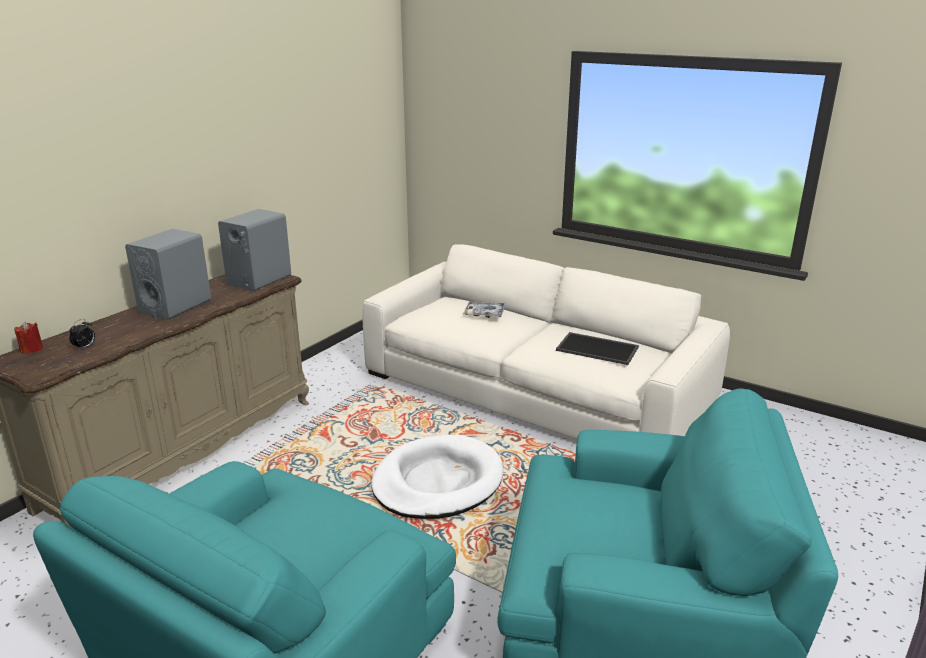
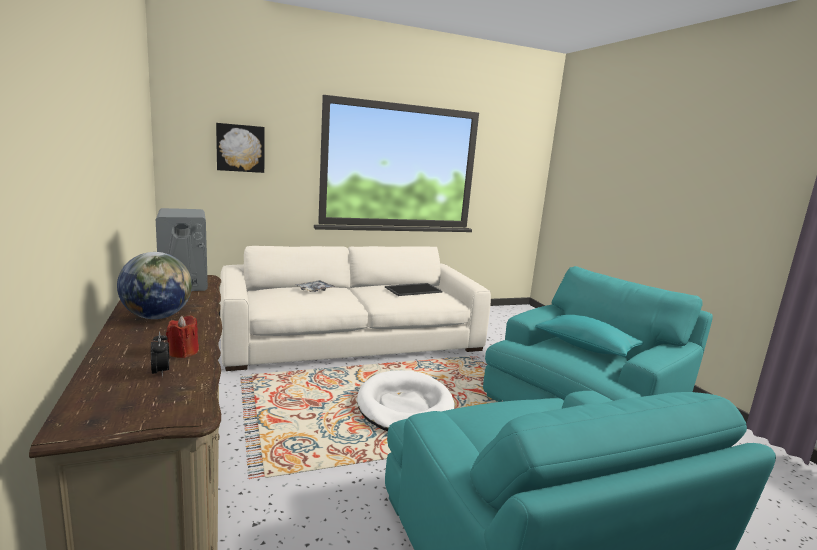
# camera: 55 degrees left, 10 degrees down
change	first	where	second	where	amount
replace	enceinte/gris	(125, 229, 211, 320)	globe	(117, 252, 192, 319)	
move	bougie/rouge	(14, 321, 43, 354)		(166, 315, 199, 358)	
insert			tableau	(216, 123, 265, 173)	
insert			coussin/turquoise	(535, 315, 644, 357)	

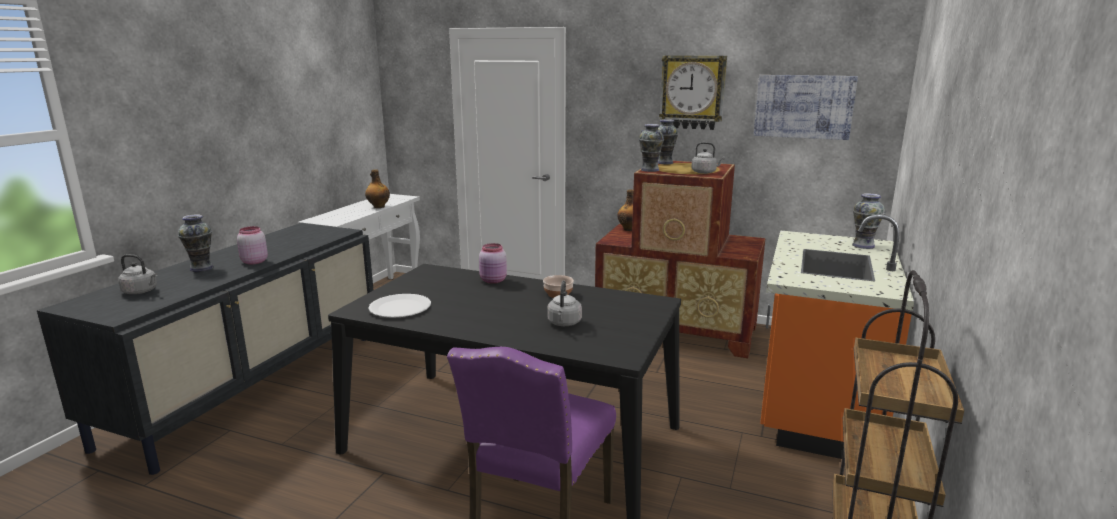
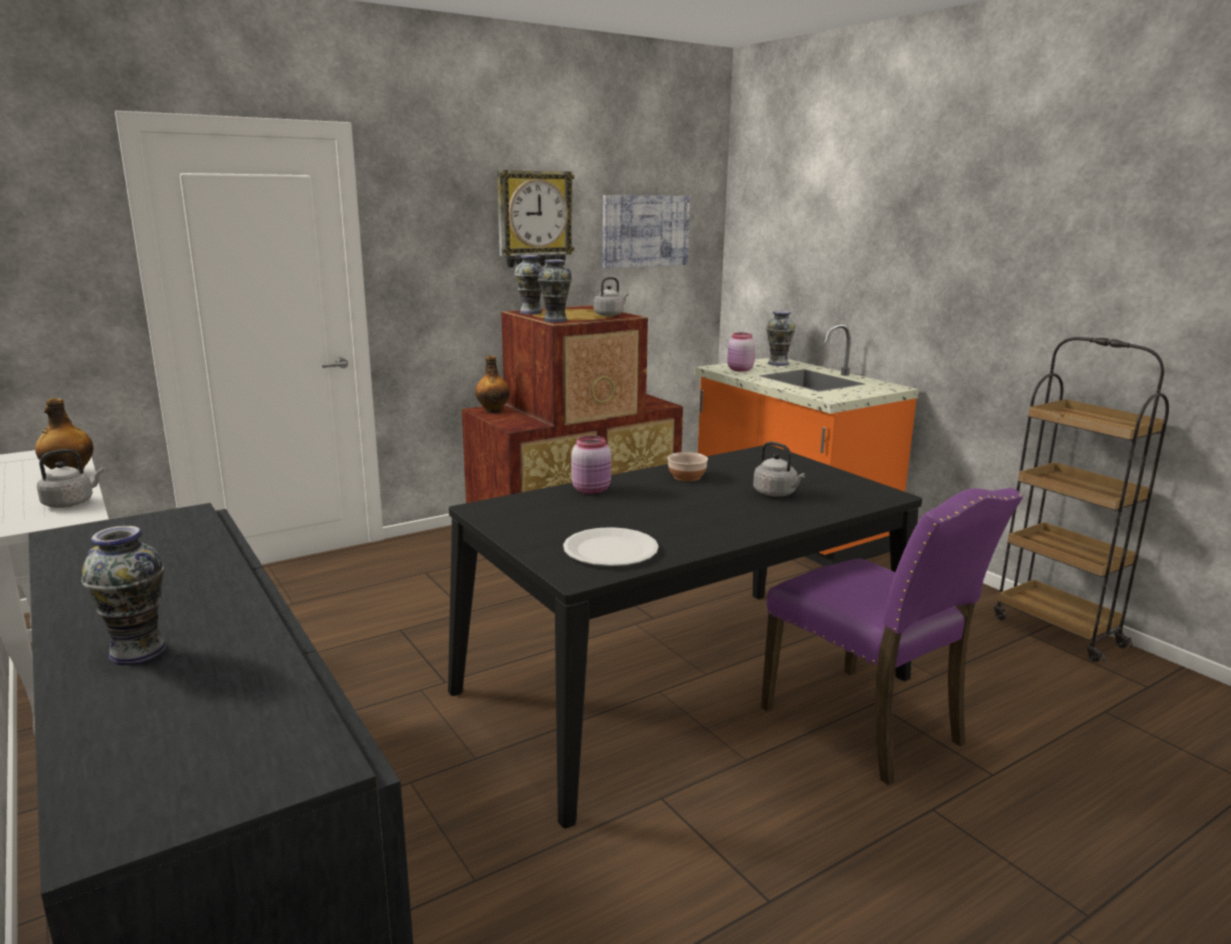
# camera: 55 degrees left, 0 degrees up
change	first	where	second	where	amount
move	bouilloire/gris	(118, 254, 157, 294)		(37, 449, 104, 508)	
move	bocal/rose	(237, 226, 268, 265)		(727, 333, 755, 372)	

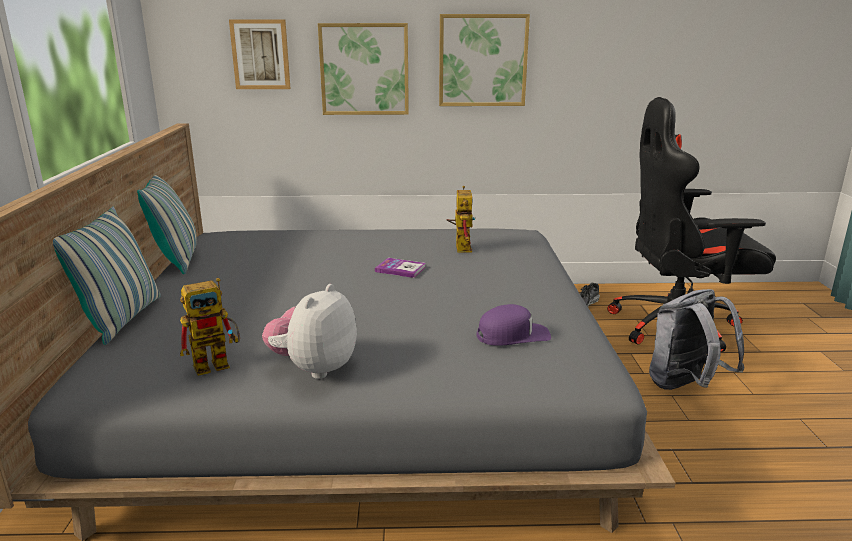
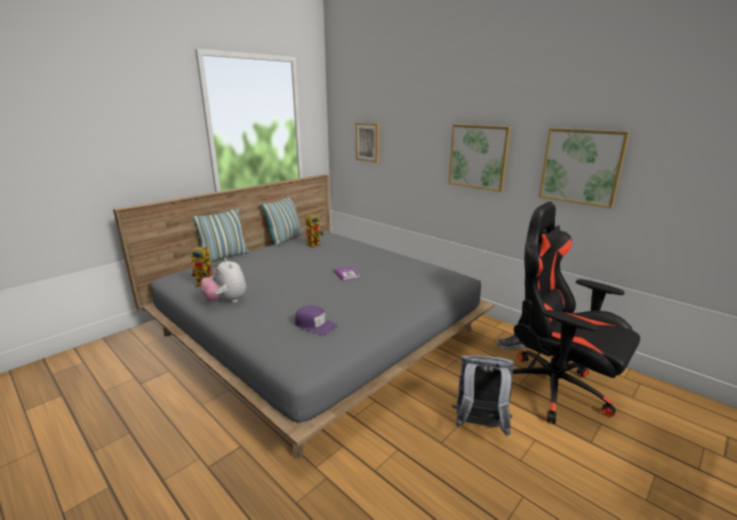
# camera: 45 degrees right, 0 degrees up
change	first	where	second	where	amount
rotate	peluche	(262, 284, 357, 379)		(201, 258, 246, 303)	105 degrees counterclockwise
move	robot jouet	(447, 186, 476, 253)		(306, 212, 324, 248)	
move	tableau	(318, 23, 409, 115)		(538, 128, 630, 209)	

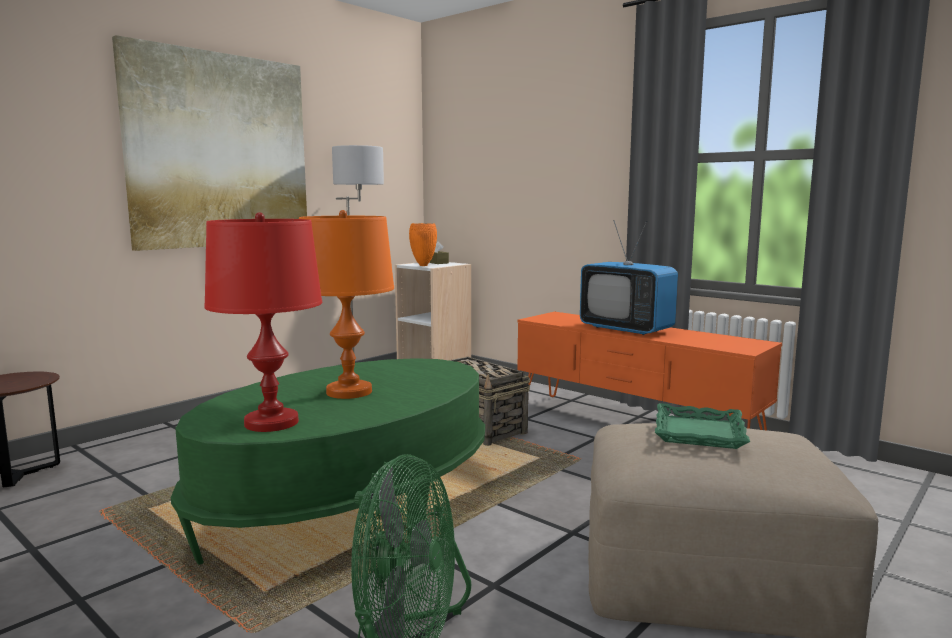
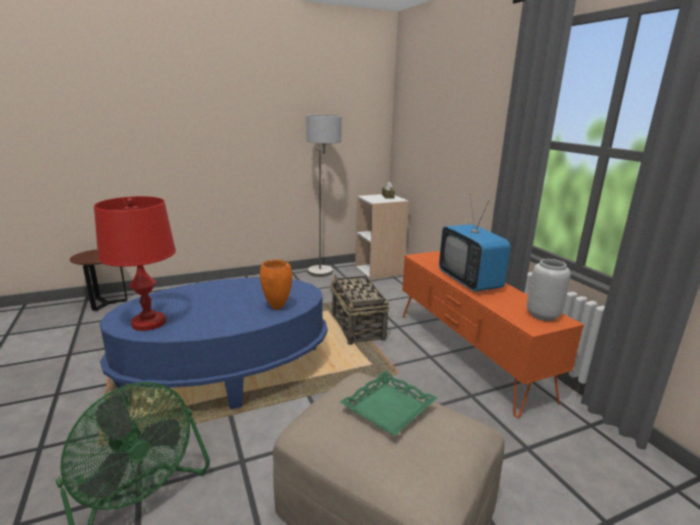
# camera: 25 degrees right, 10 degrees up
change	first	where	second	where	amount
recolor	table basse/vert	(171, 358, 485, 565)	table basse/bleu	(100, 277, 328, 409)	
move	vase/orange	(409, 223, 437, 266)		(260, 259, 292, 310)	
insert			vase/gris	(527, 259, 571, 321)	
delete	tableau	(112, 35, 307, 251)			
delete	lampe de table/orange	(299, 210, 394, 399)			

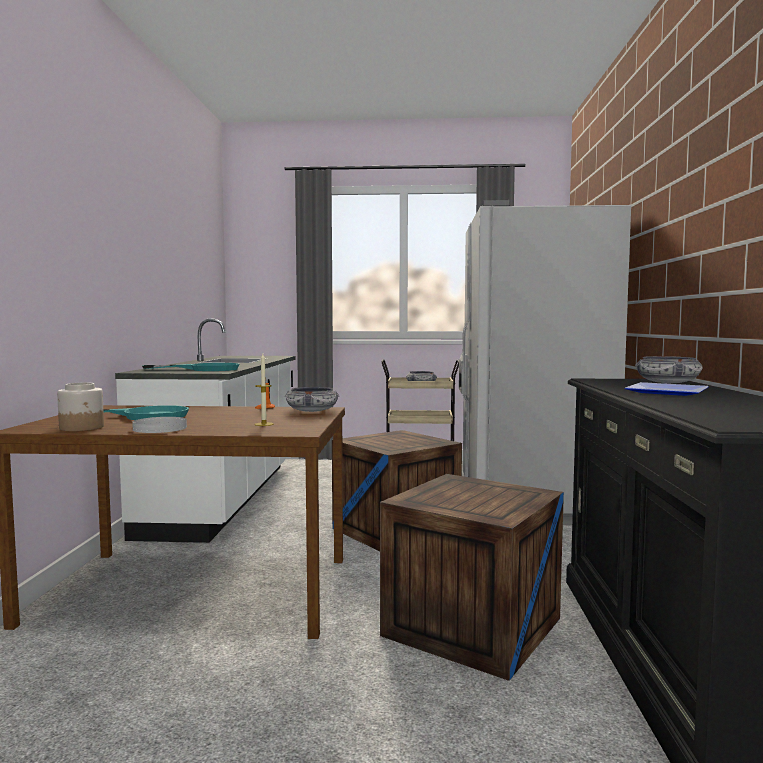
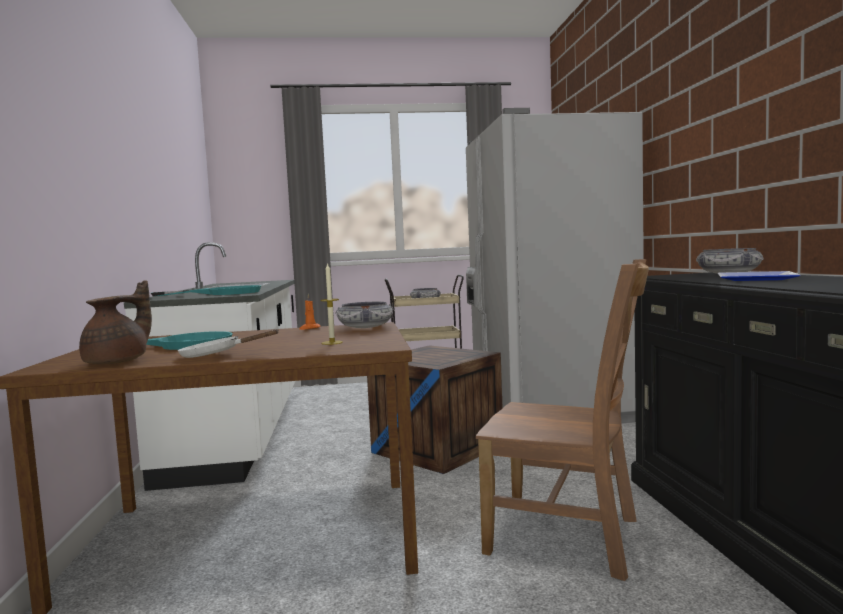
# camera: 10 degrees left, 0 degrees up
change	first	where	second	where	amount
replace	bocal	(57, 383, 104, 431)	théière/marron	(79, 280, 152, 364)	
replace	assiette/blanc	(132, 417, 187, 433)	poêle/blanc	(178, 329, 278, 358)	
replace	caisse	(380, 474, 564, 681)	chaise/marron	(476, 259, 649, 581)	

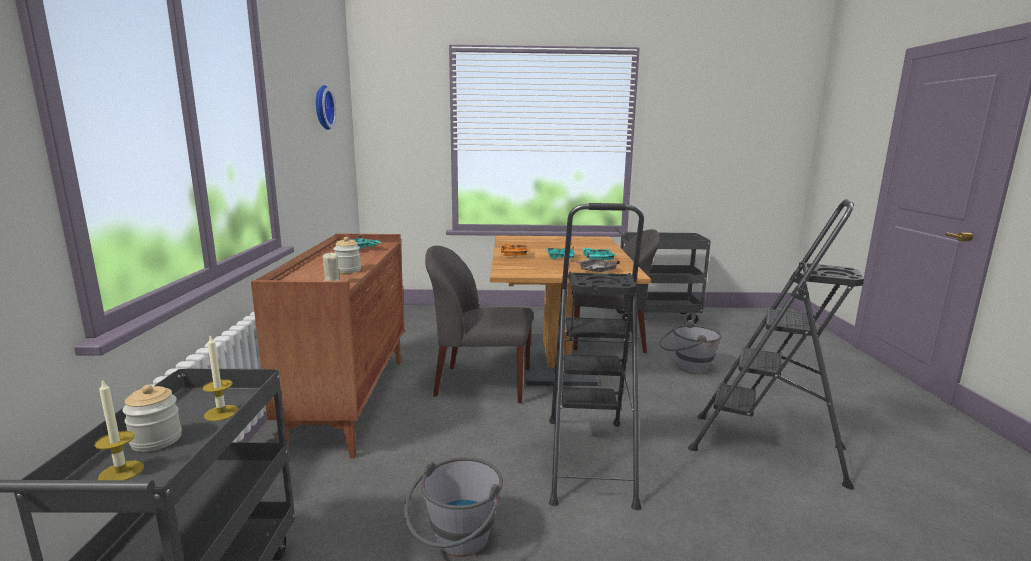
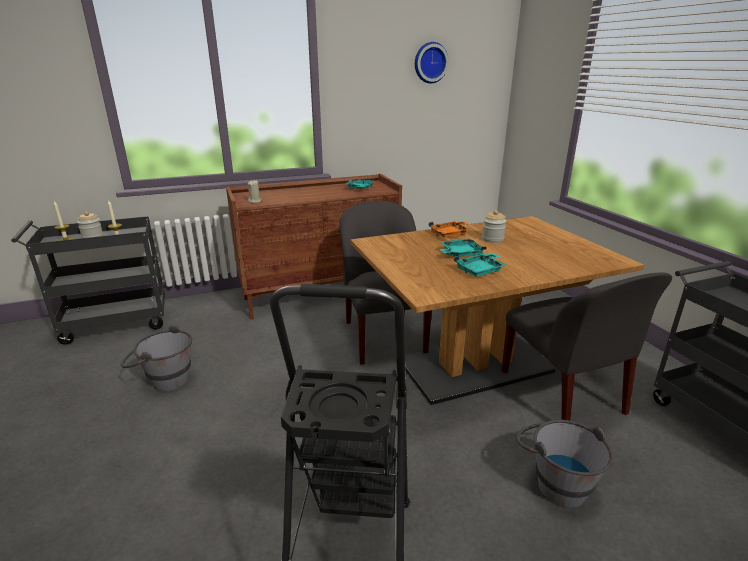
# camera: 70 degrees right, 10 degrees up
change	first	where	second	where	amount
move	bocal	(334, 237, 361, 273)		(482, 210, 506, 243)	
delete	escabeau	(549, 203, 644, 510)			
delete	plateau/gris	(576, 258, 620, 272)			

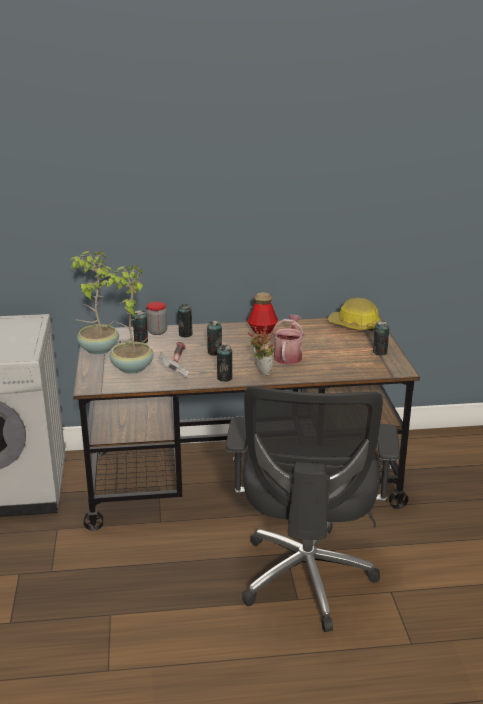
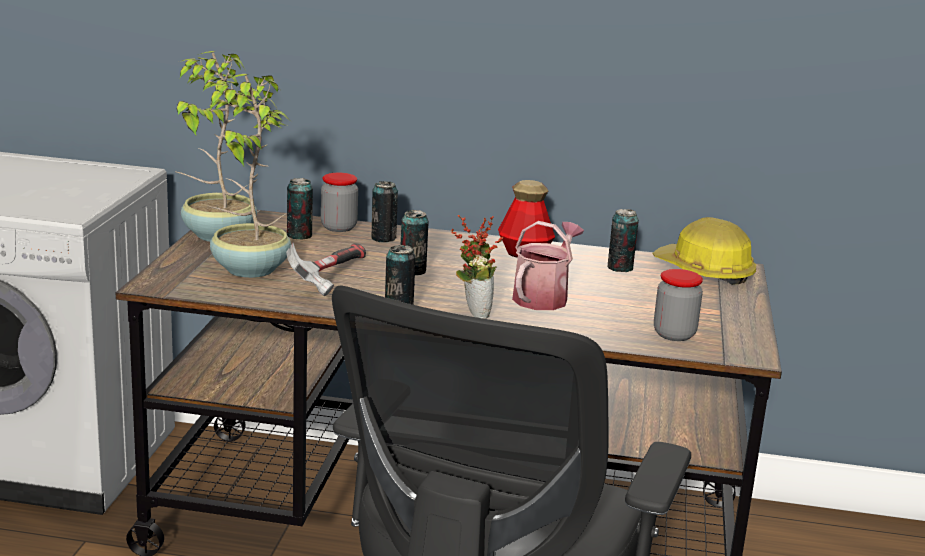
# camera: 15 degrees right, 5 degrees down
change	first	where	second	where	amount
move	boîte métallique	(373, 321, 389, 356)		(607, 209, 639, 272)	
insert			bocal	(654, 269, 703, 341)	

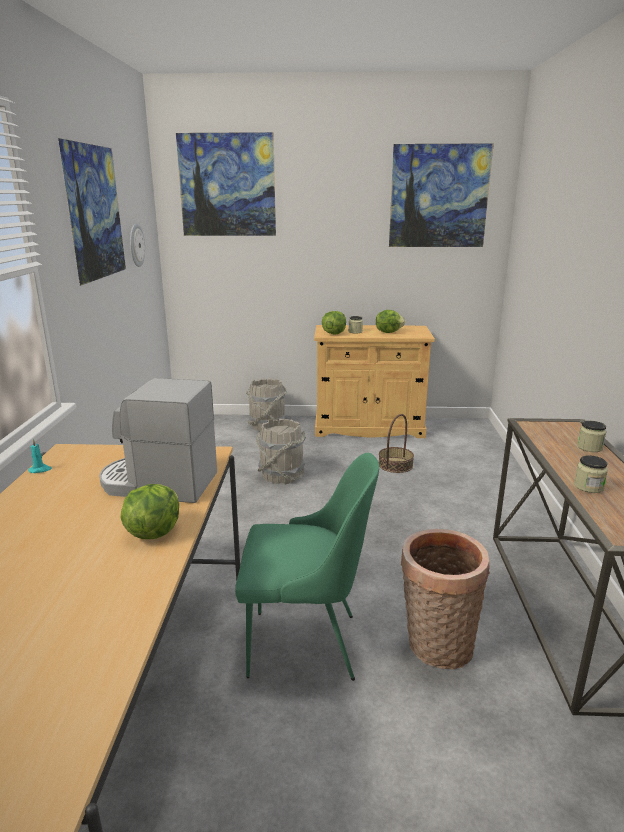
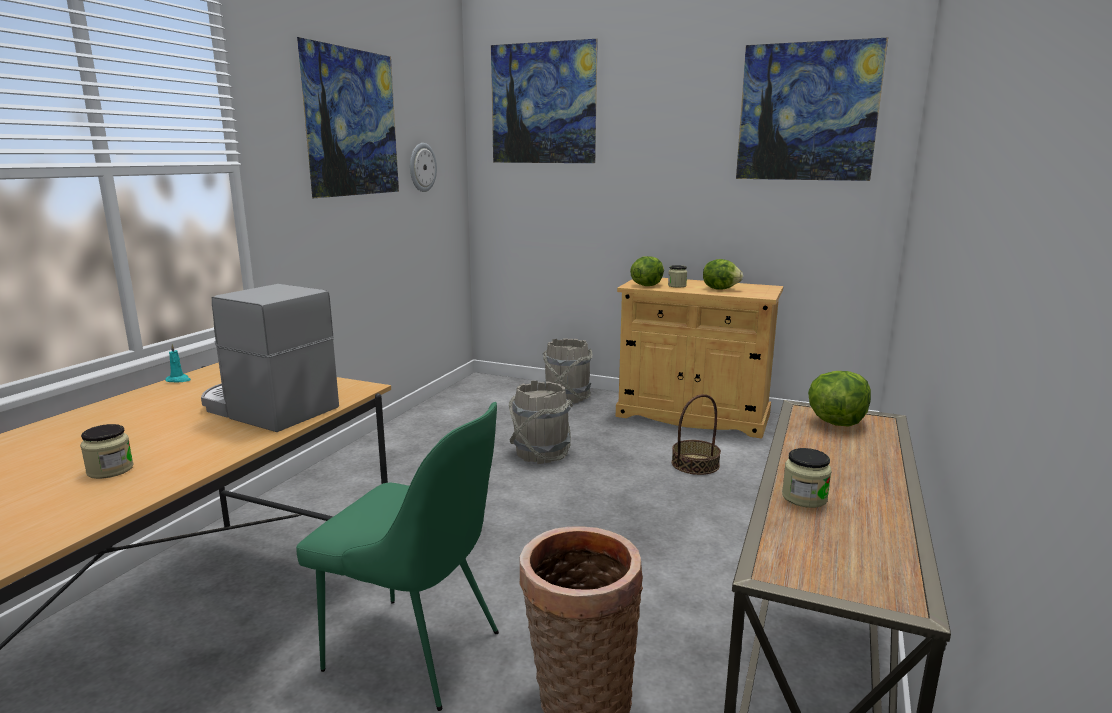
# camera: 20 degrees right, 5 degrees down
change	first	where	second	where	amount
move	bocal	(577, 421, 606, 452)		(80, 424, 134, 479)	
move	laitue	(121, 484, 179, 539)		(808, 371, 871, 427)	

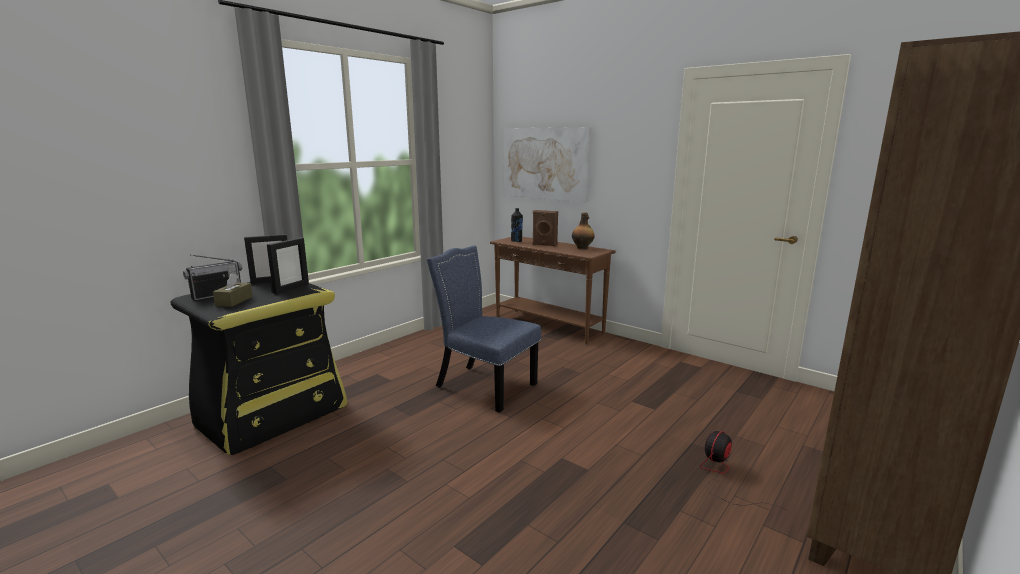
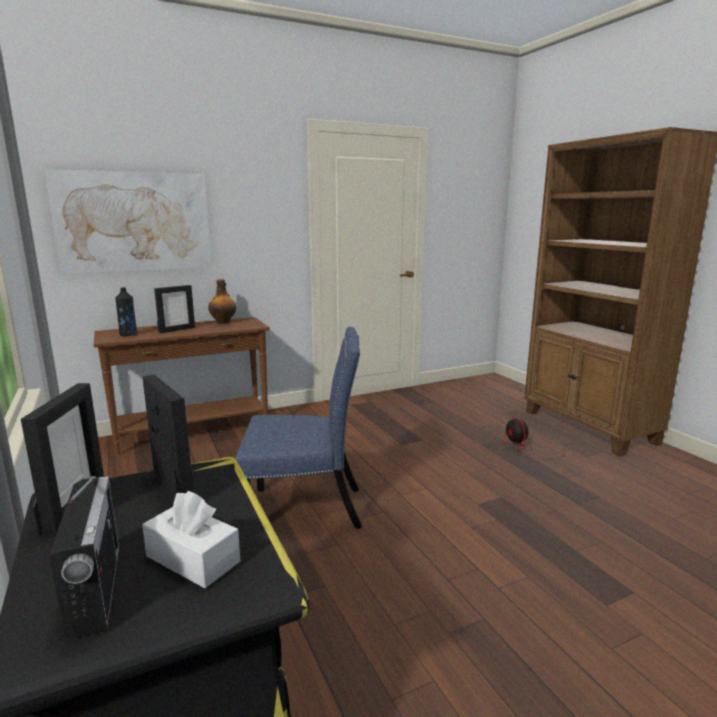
# camera: 65 degrees left, 0 degrees up
change	first	where	second	where	amount
recolor	boîte à mouchoirs/marron	(213, 273, 253, 307)	boîte à mouchoirs/blanc	(142, 491, 241, 588)	
replace	enceinte/marron	(532, 210, 558, 247)	cadre photo	(154, 285, 195, 333)	
rotate	chaise/bleu	(427, 245, 541, 413)		(235, 327, 362, 529)	150 degrees counterclockwise

